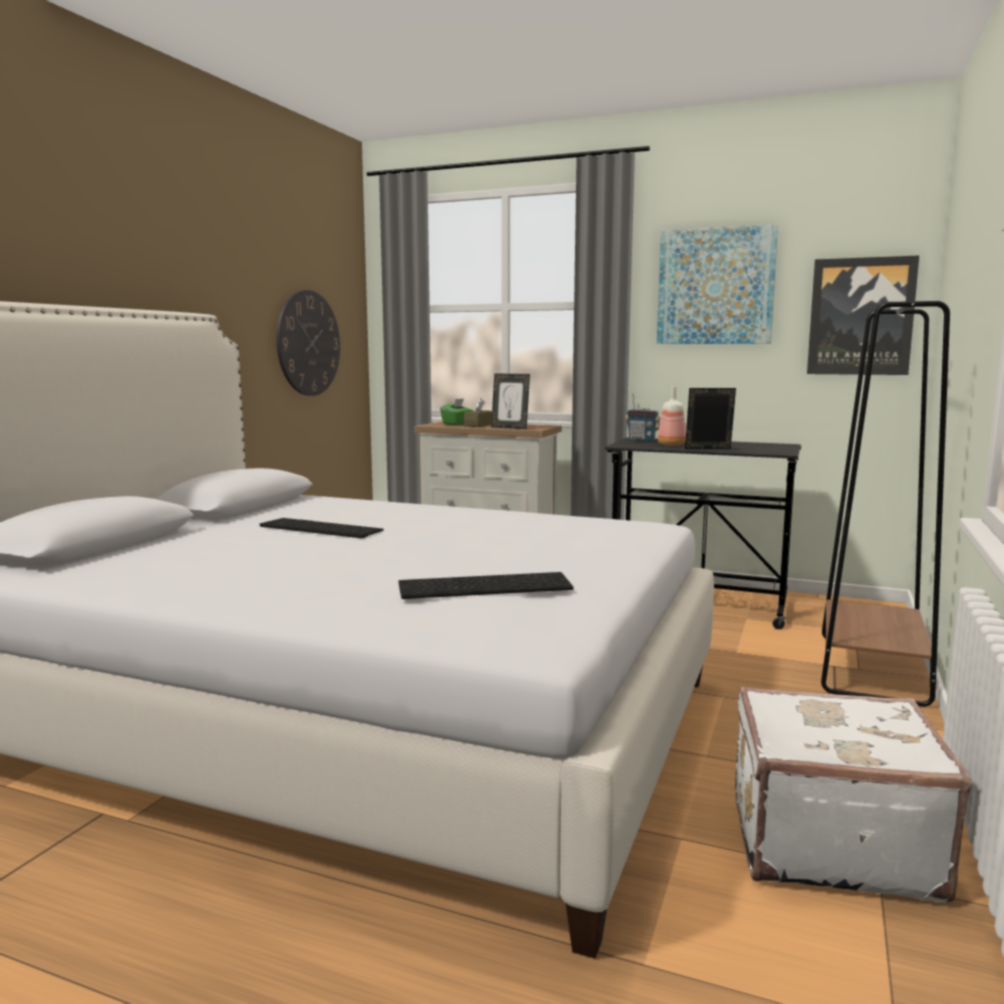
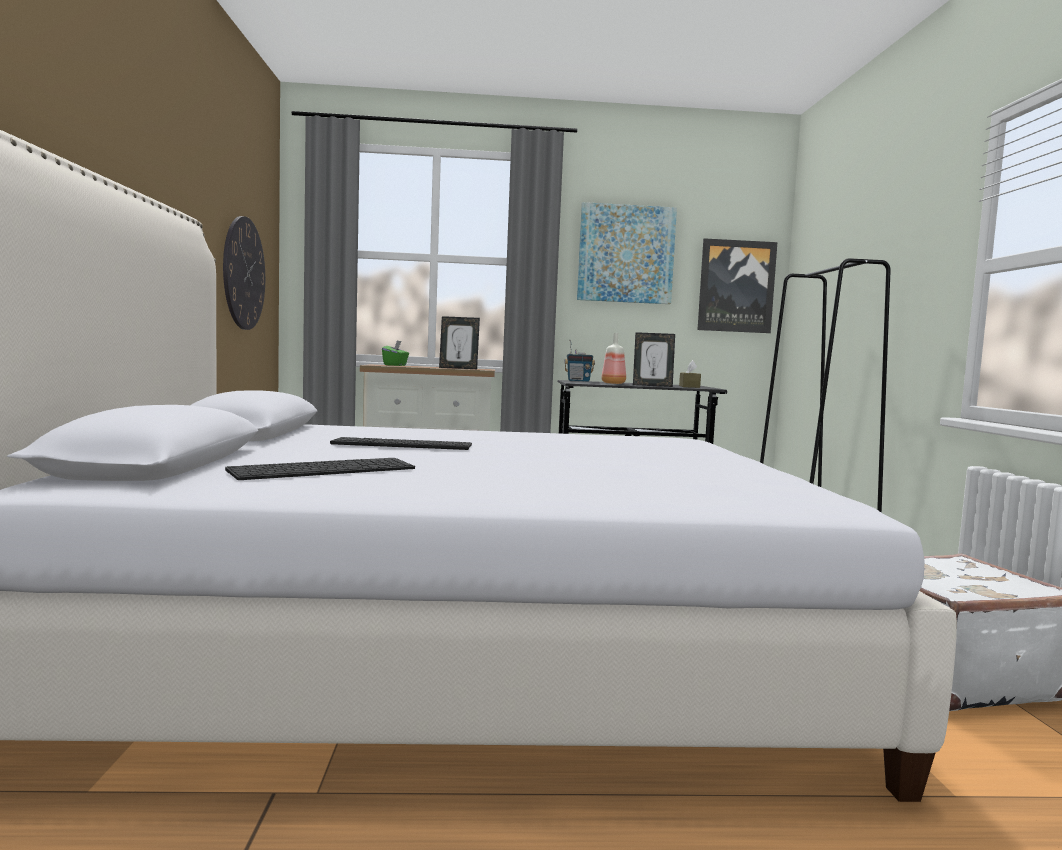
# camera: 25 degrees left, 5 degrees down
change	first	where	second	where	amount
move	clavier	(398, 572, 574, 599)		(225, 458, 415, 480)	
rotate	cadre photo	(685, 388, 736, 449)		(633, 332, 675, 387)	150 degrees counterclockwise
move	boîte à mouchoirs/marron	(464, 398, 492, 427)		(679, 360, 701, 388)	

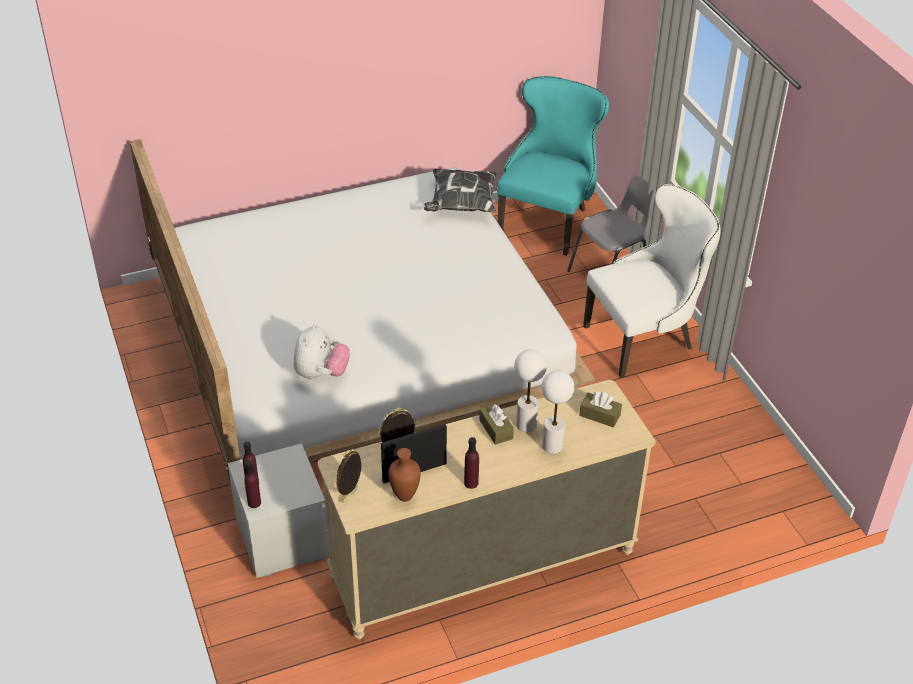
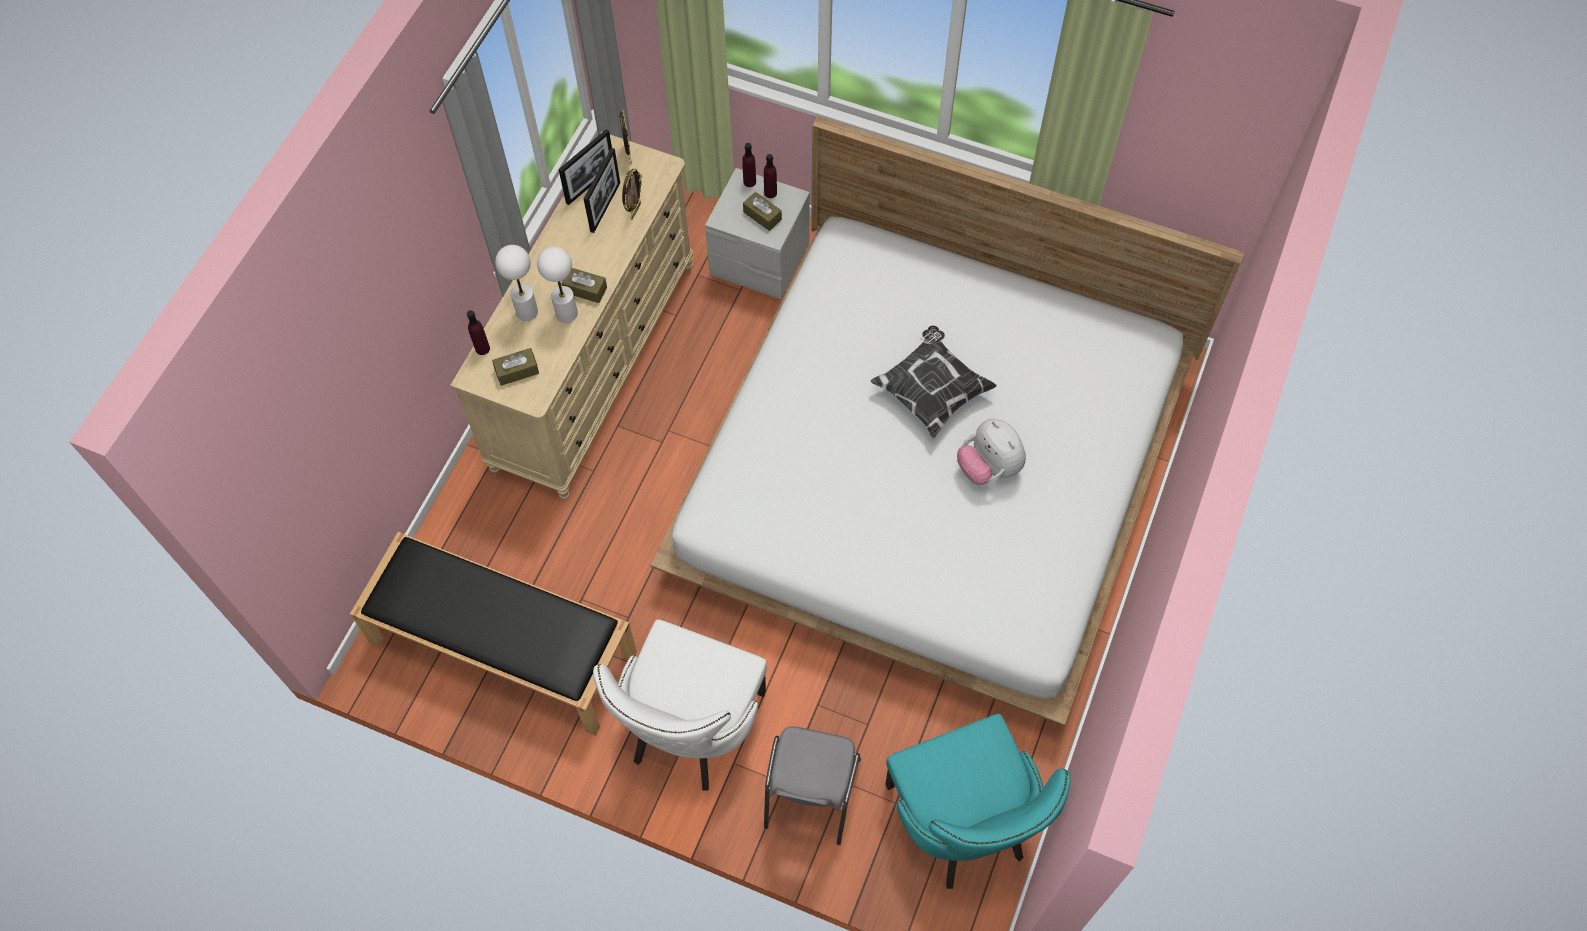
# camera: 135 degrees right, 20 degrees up
change	first	where	second	where	amount
insert			banc/noir	(350, 532, 637, 736)	
move	bouteille/violet	(464, 437, 479, 489)		(467, 310, 490, 355)	
replace	vase/marron	(388, 448, 421, 502)	cadre photo	(559, 129, 612, 205)	
insert			boîte à mouchoirs/marron	(743, 192, 782, 231)	
move	coussin	(424, 169, 498, 212)		(871, 325, 997, 438)	
move	peluche	(294, 324, 350, 380)		(957, 419, 1026, 485)	

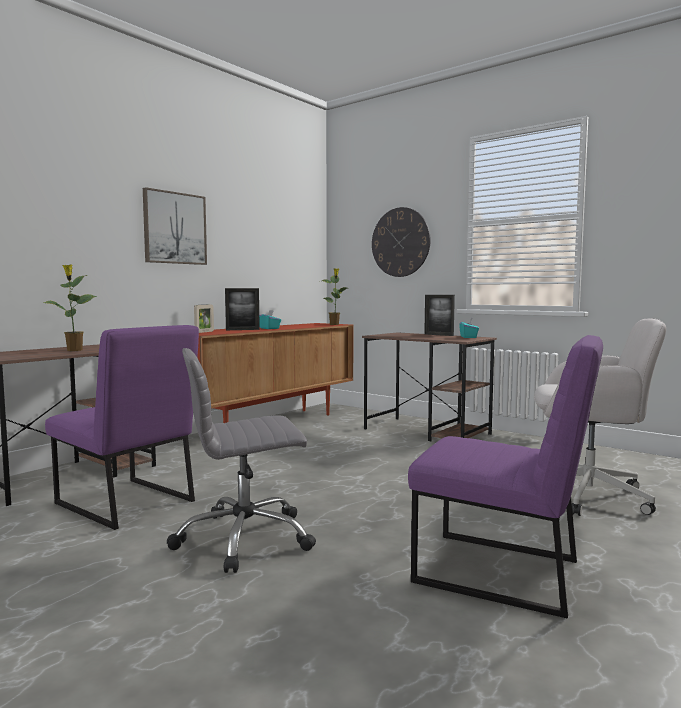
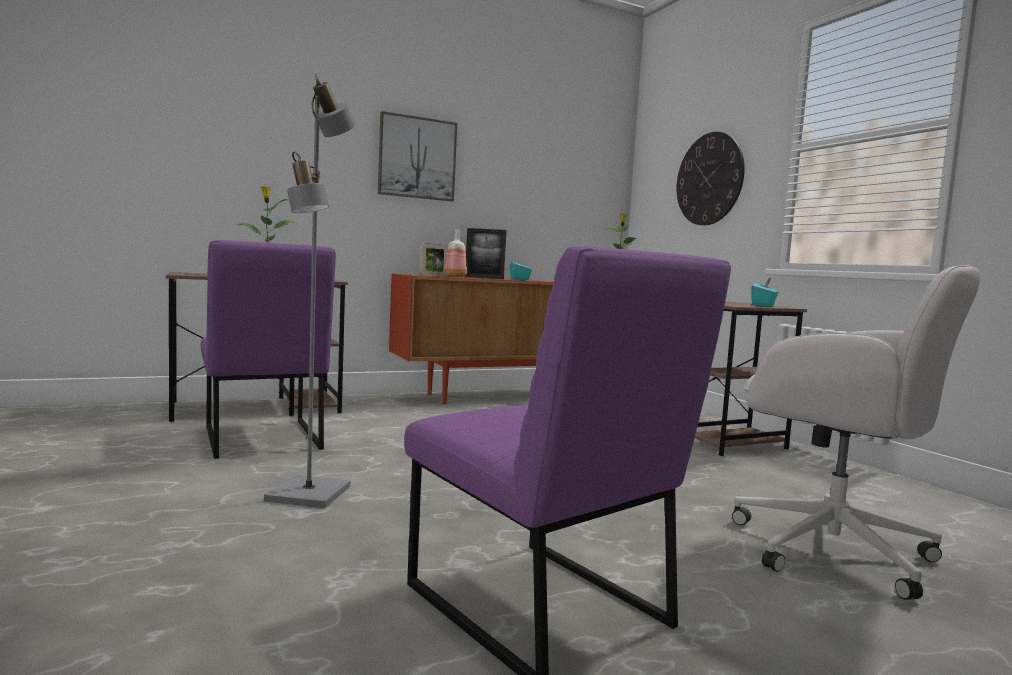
# camera: 25 degrees right, 0 degrees up
change	first	where	second	where	amount
replace	chaise de bureau/gris	(167, 348, 316, 573)	lampadaire/gris	(264, 74, 356, 508)	
insert			bouteille	(444, 229, 467, 277)	
delete	cadre photo	(424, 295, 455, 336)			

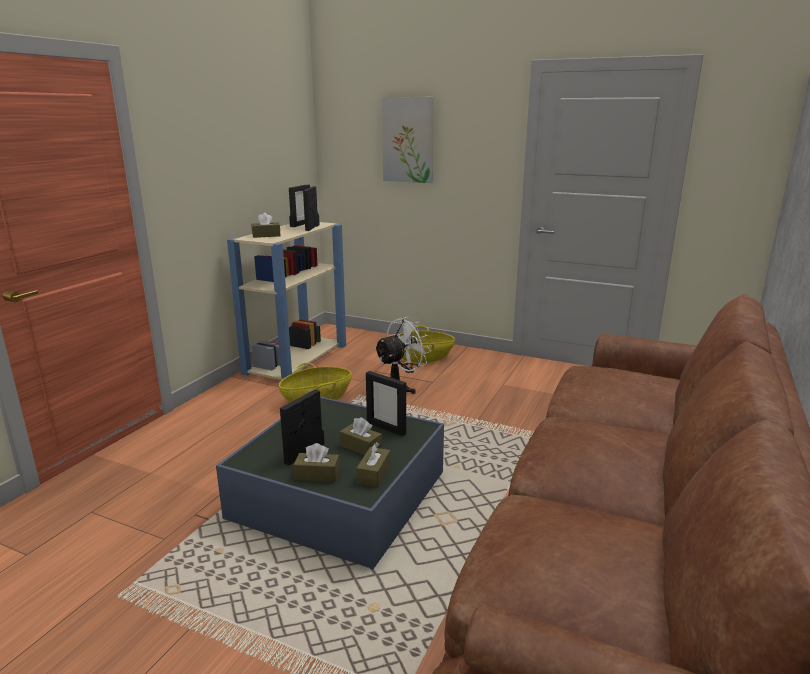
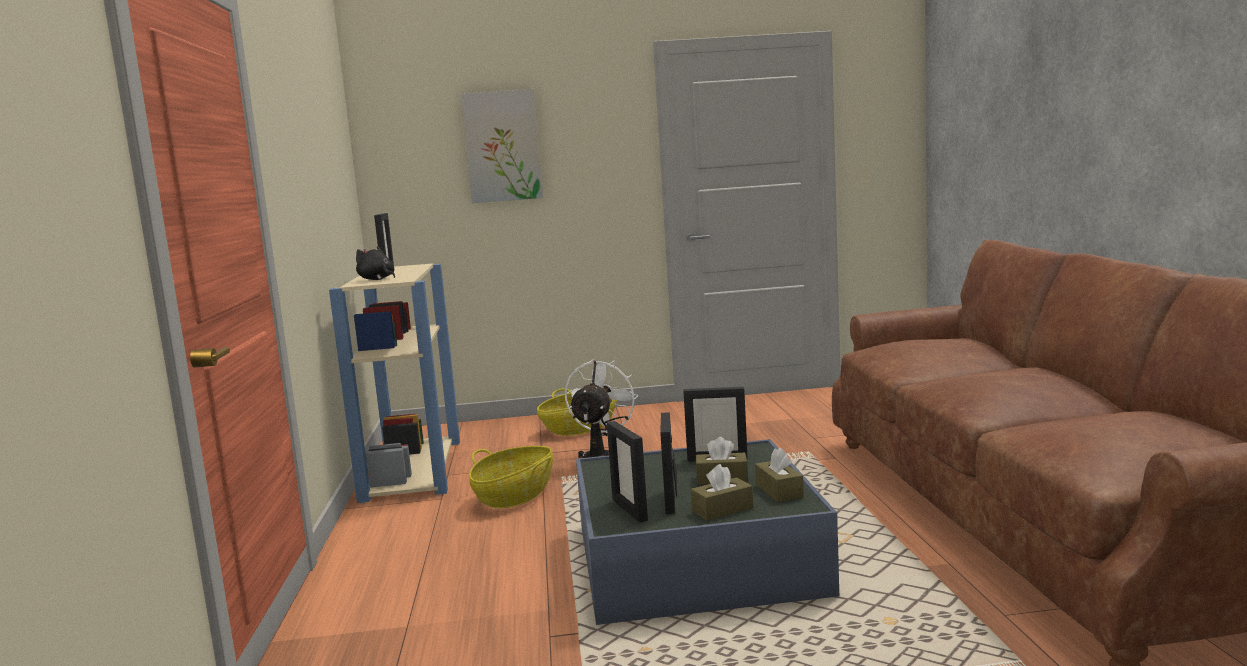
# camera: 30 degrees left, 10 degrees down
change	first	where	second	where	amount
replace	boîte à mouchoirs/marron	(252, 213, 281, 238)	peluche/noir	(356, 246, 395, 280)	
move	cadre photo	(303, 187, 320, 231)		(607, 421, 648, 523)	

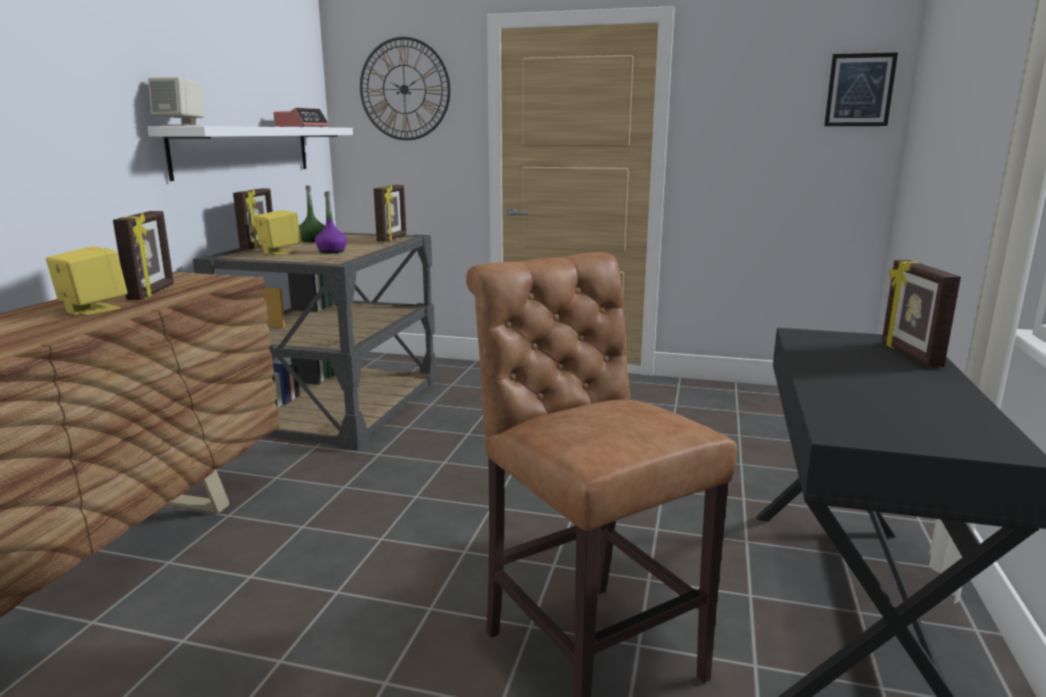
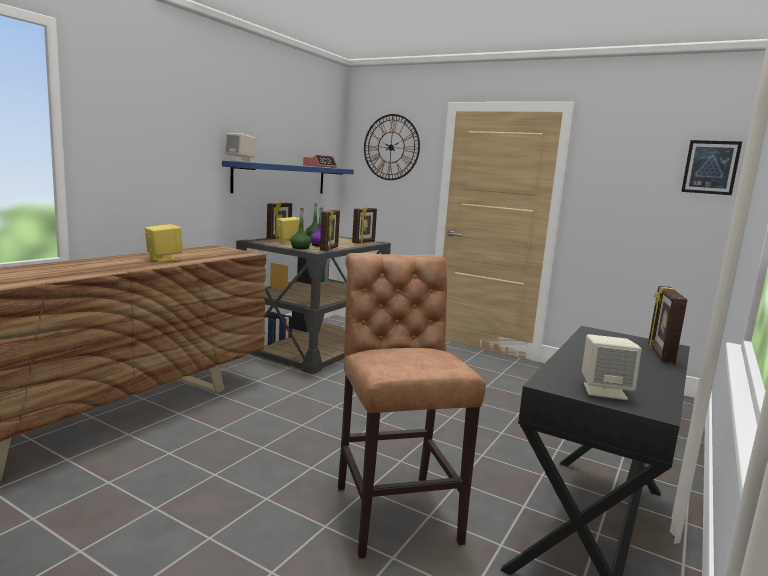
# camera: 15 degrees right, 5 degrees down
change	first	where	second	where	amount
recolor	étagère/blanc	(147, 126, 353, 181)	étagère/bleu	(222, 161, 354, 193)	
insert			bouteille/vert	(290, 208, 311, 249)	
move	cadre photo	(113, 211, 174, 300)		(320, 210, 340, 251)	
insert			enceinte/beige	(582, 334, 642, 400)	

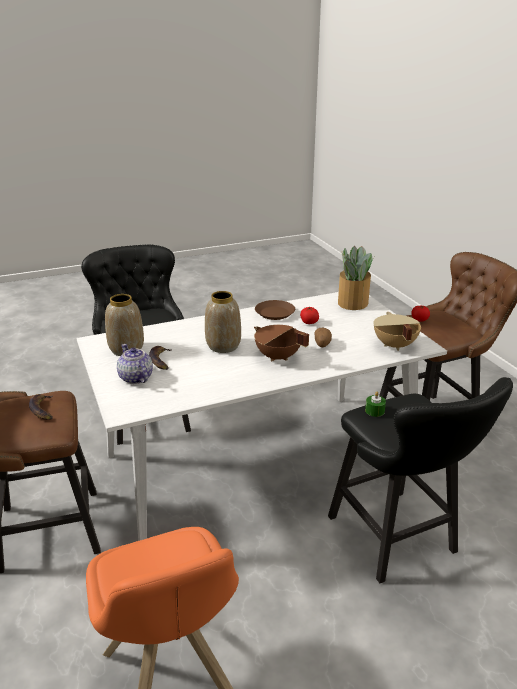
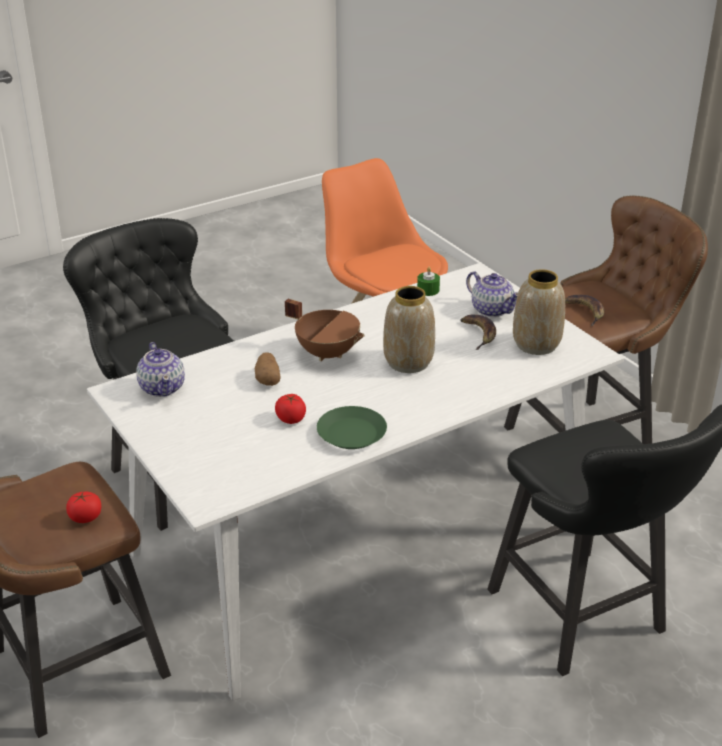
# camera: 170 degrees right, 5 degrees up
change	first	where	second	where	amount
replace	marmite/beige	(373, 312, 421, 351)	théière	(136, 342, 185, 397)	
recolor	assiette/marron	(255, 300, 295, 320)	assiette/vert	(317, 406, 387, 449)	
move	bougie/vert	(365, 392, 386, 417)		(417, 267, 440, 296)	
delete	plante en pot	(338, 246, 373, 310)			

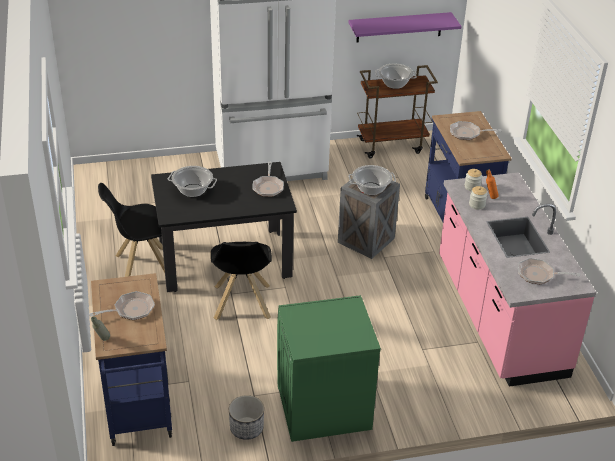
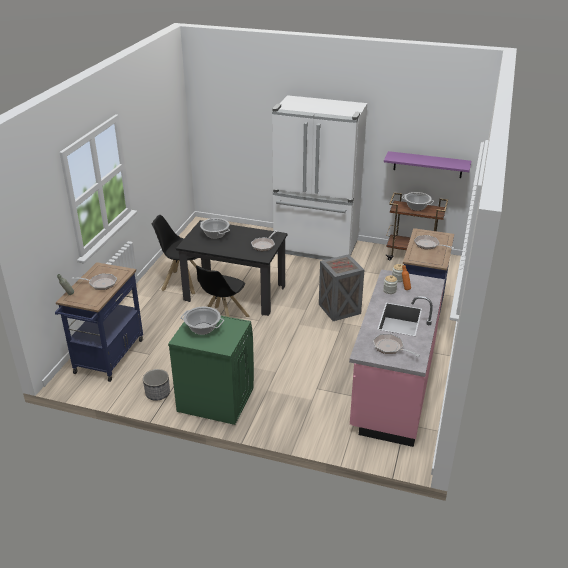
# camera: 30 degrees right, 5 degrees down
change	first	where	second	where	amount
move	marmite	(348, 165, 396, 195)		(181, 307, 224, 335)	

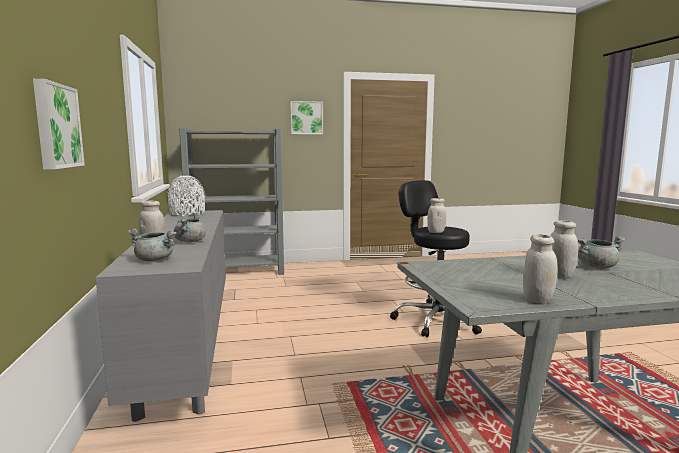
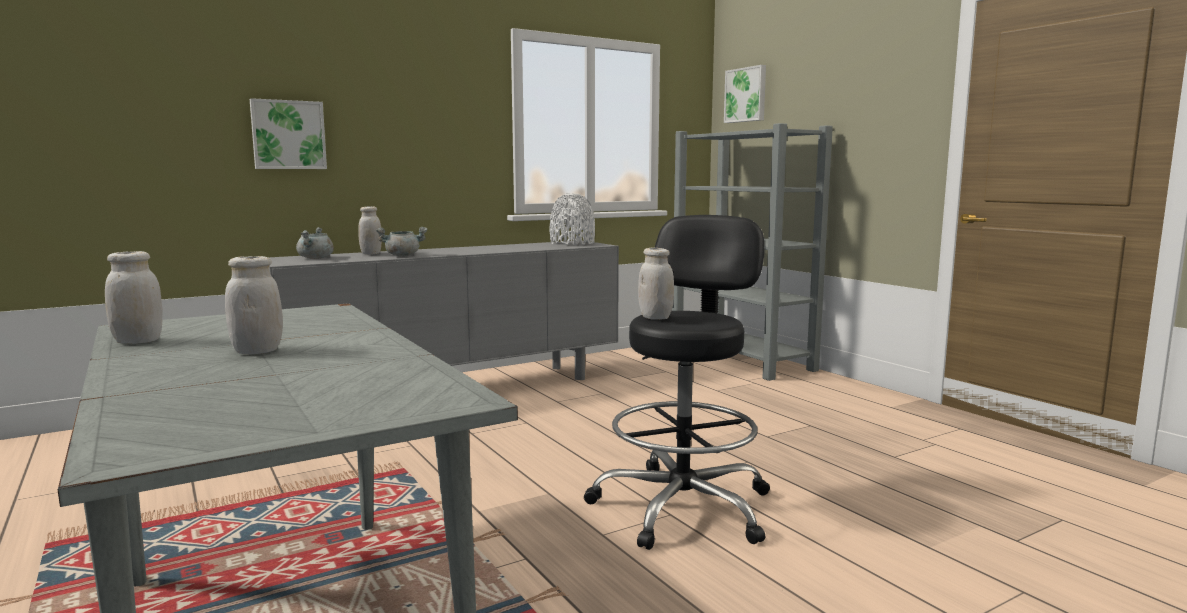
# camera: 70 degrees right, 0 degrees up
change	first	where	second	where	amount
move	tableau	(290, 101, 323, 134)		(724, 65, 766, 123)	
delete	marmite/gris	(578, 236, 625, 269)			

